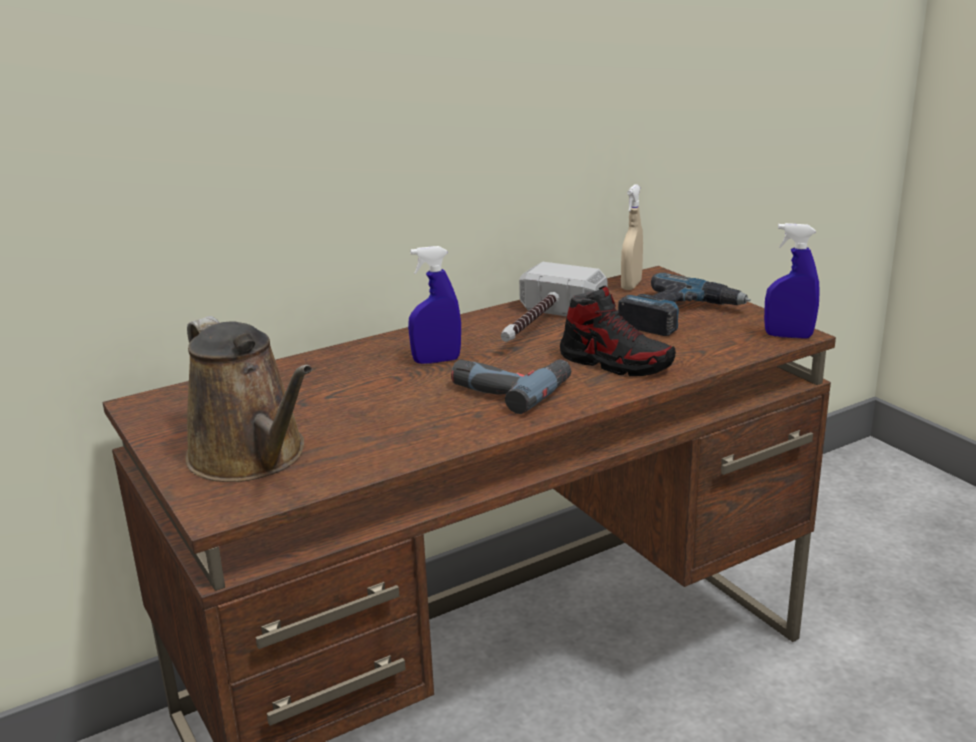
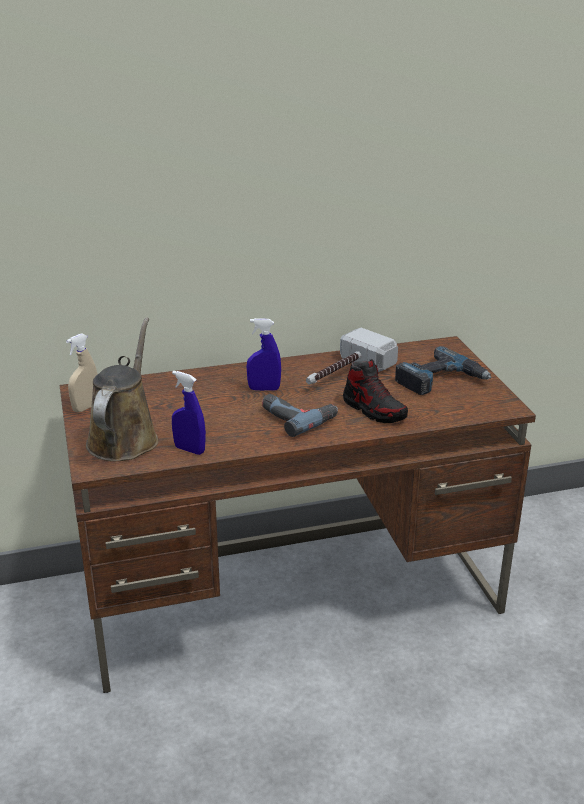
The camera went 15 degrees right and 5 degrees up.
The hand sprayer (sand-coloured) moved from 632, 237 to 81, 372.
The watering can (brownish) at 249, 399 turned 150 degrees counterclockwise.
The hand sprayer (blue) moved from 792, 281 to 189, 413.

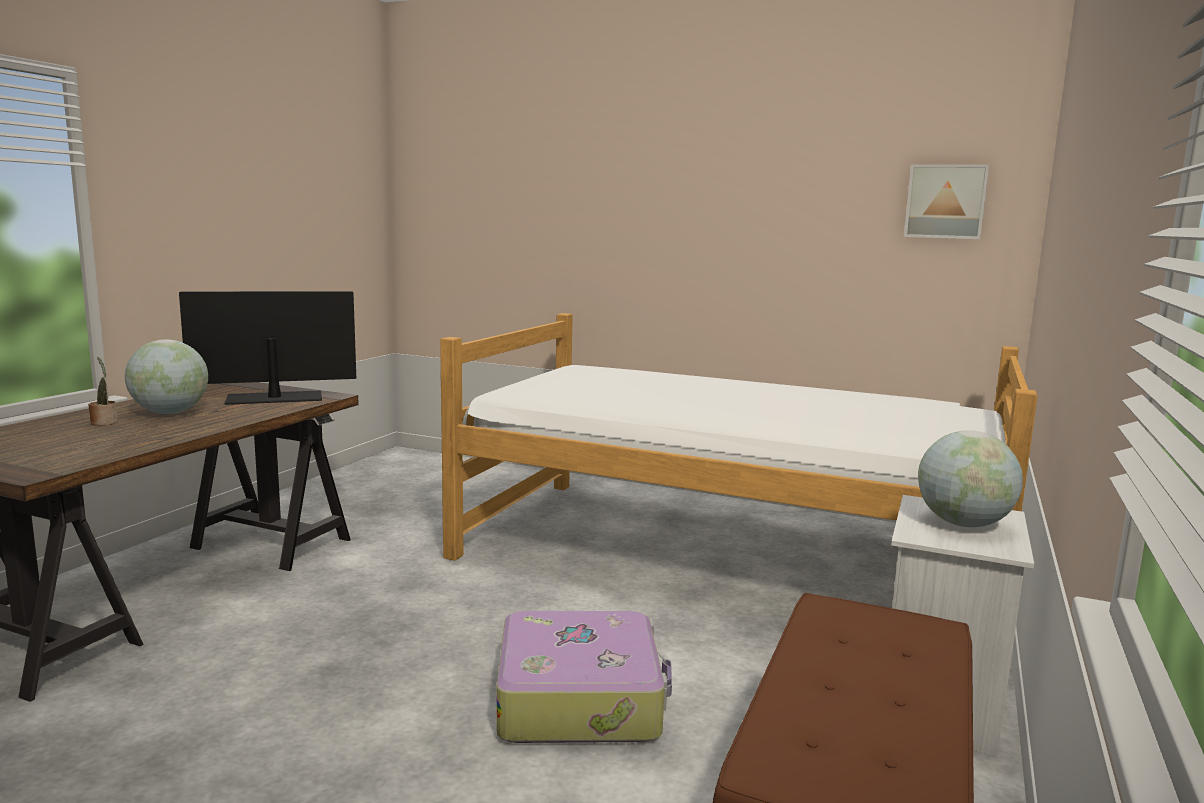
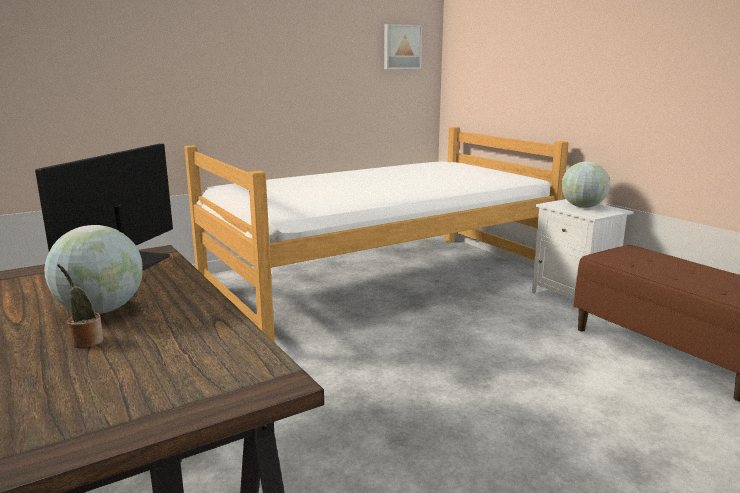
The camera went 55 degrees left and 5 degrees up.
The travel case at 584, 677 disappeared.

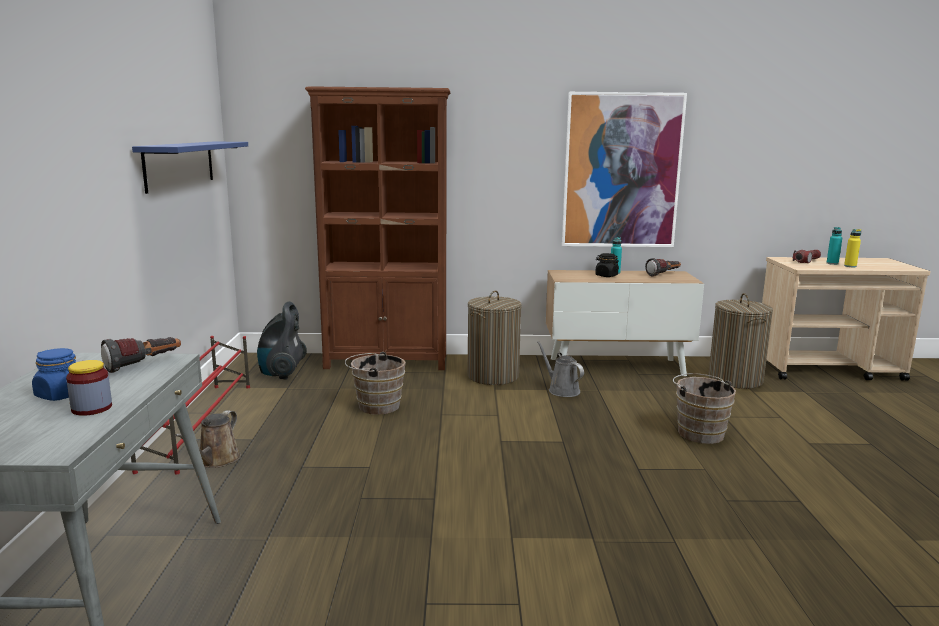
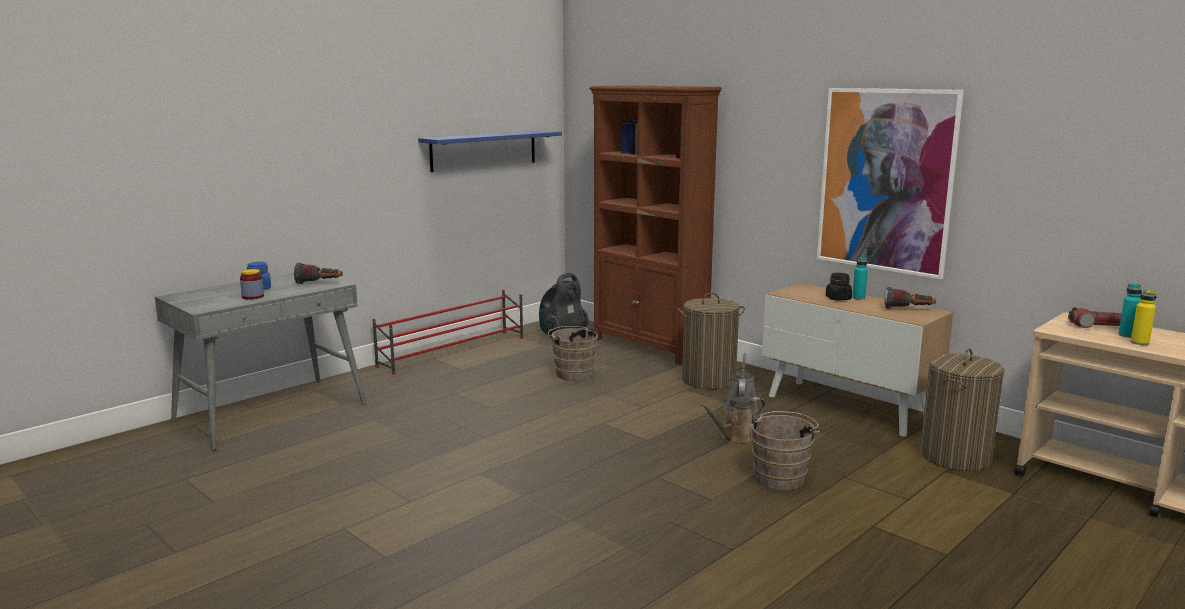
The camera went 45 degrees right and 0 degrees up.
The watering can (brownish) moved from 208, 439 to 732, 421.

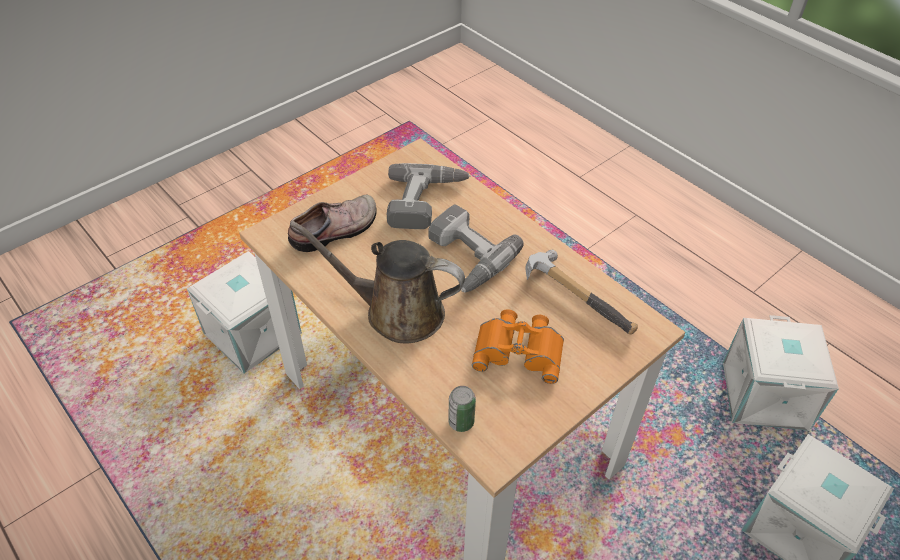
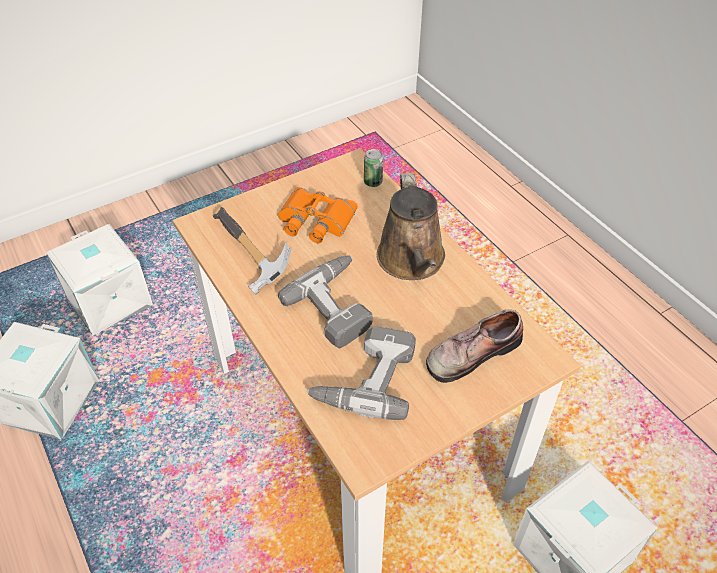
The camera went 170 degrees left and 0 degrees up.
The watering can (brownish) at 377, 282 turned 60 degrees clockwise.

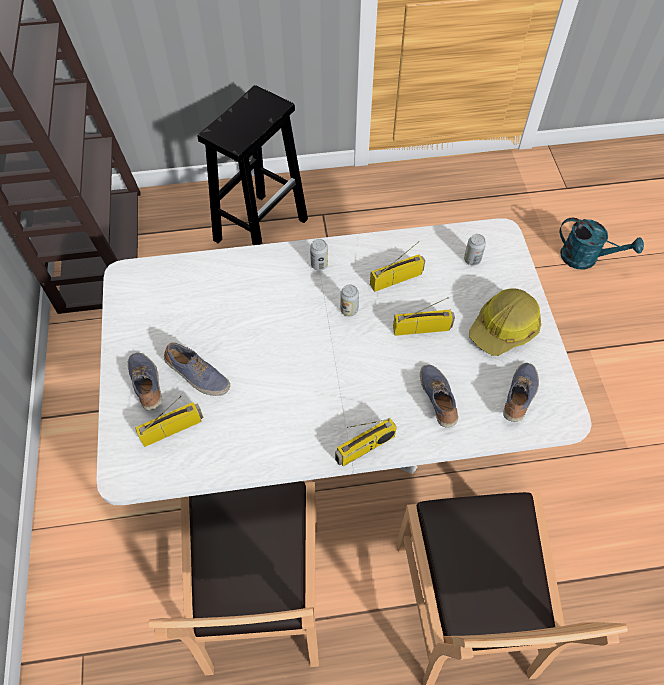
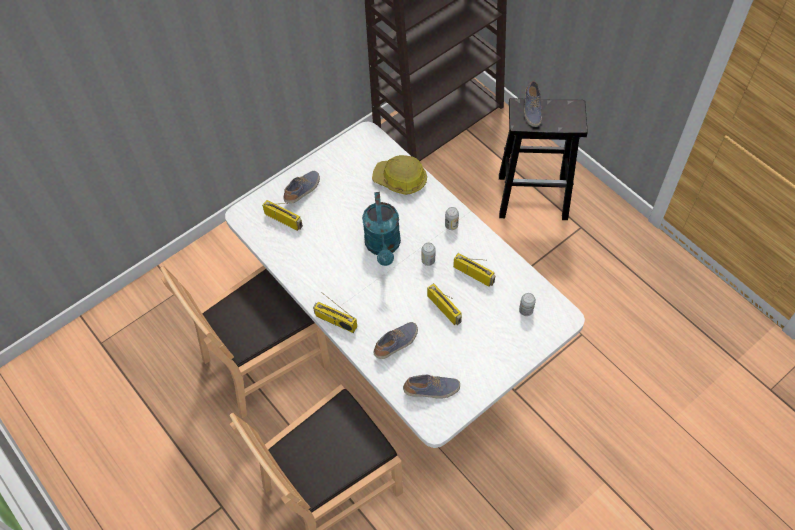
The camera went 60 degrees right and 0 degrees up.
The watering can (blue-green) moved from 602, 244 to 381, 229.
The safety helmet moved from 505, 322 to 399, 175.
The shoe moved from 197, 369 to 533, 104.

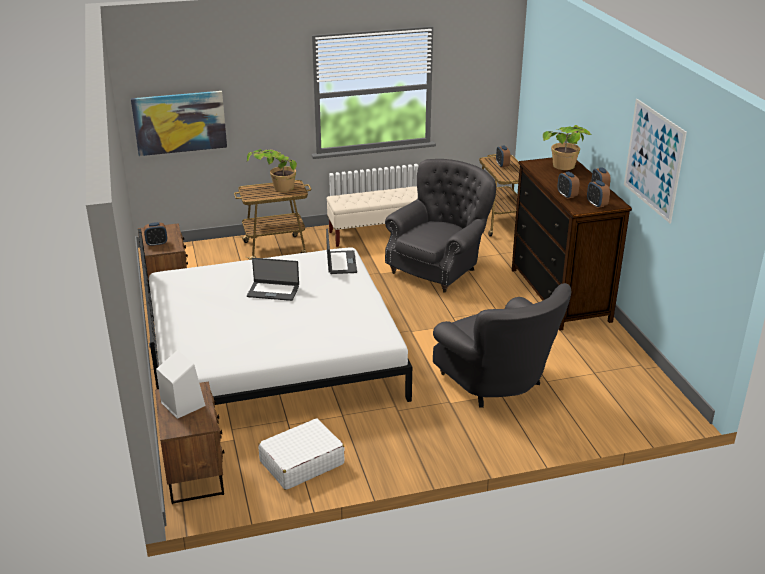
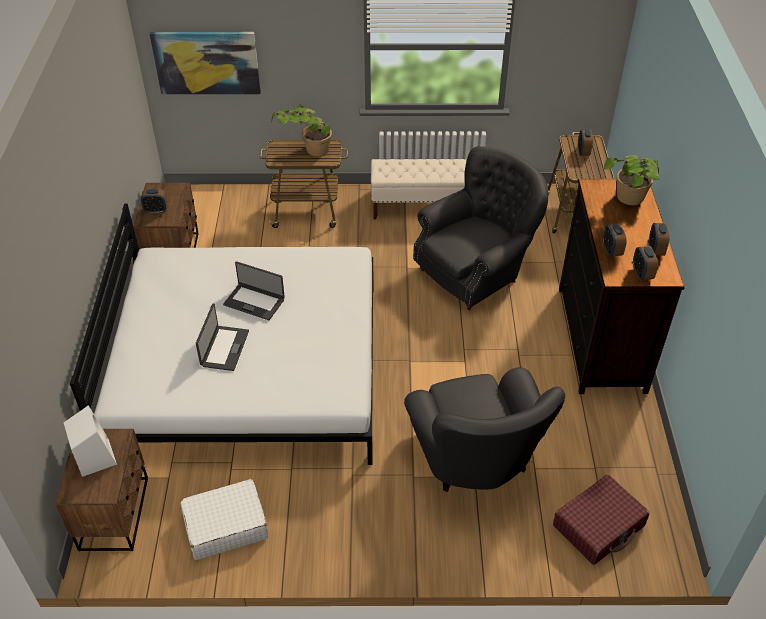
The camera went 15 degrees right and 15 degrees up.
The portable computer moved from 341, 251 to 222, 337.
The travel case (reddish) at 601, 519 appeared.
The picture at 655, 161 disappeared.

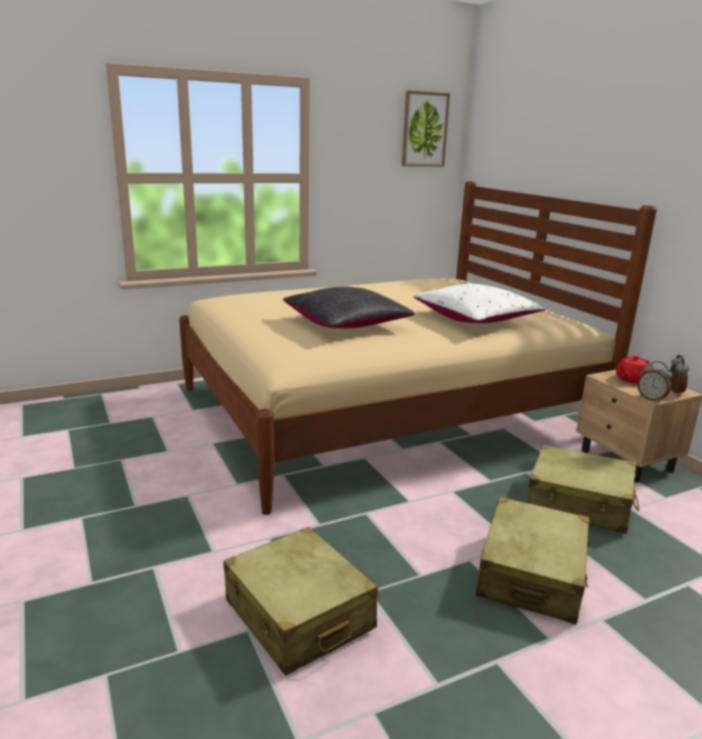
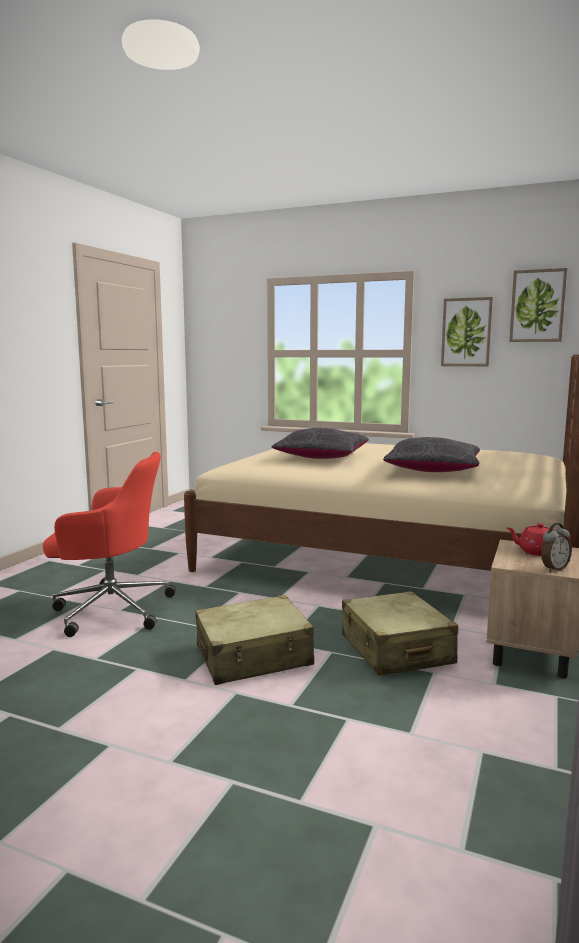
The camera went 50 degrees right and 10 degrees down.
The travel case (sand-coloured) at 300, 601 was replaced by the desk chair (reddish) at 109, 544.
The pillow (white-coloured) at 479, 303 became the pillow (blackish) at 431, 454.
The picture at 467, 331 appeared.
The alarm clock at 654, 382 disappeared.

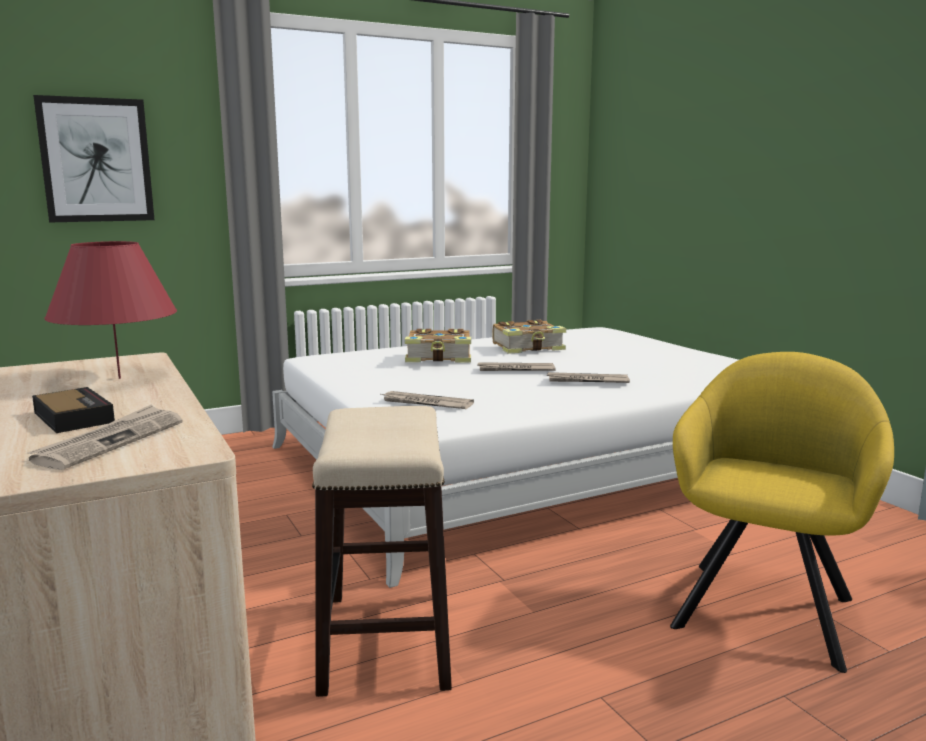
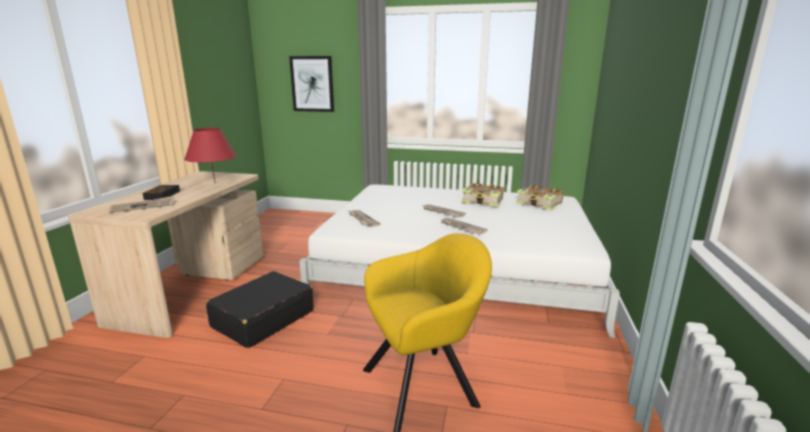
The camera went 40 degrees right and 5 degrees up.
The sitting stool at 382, 551 was replaced by the travel case (blackish) at 259, 309.
The book moved from 438, 345 to 540, 197.

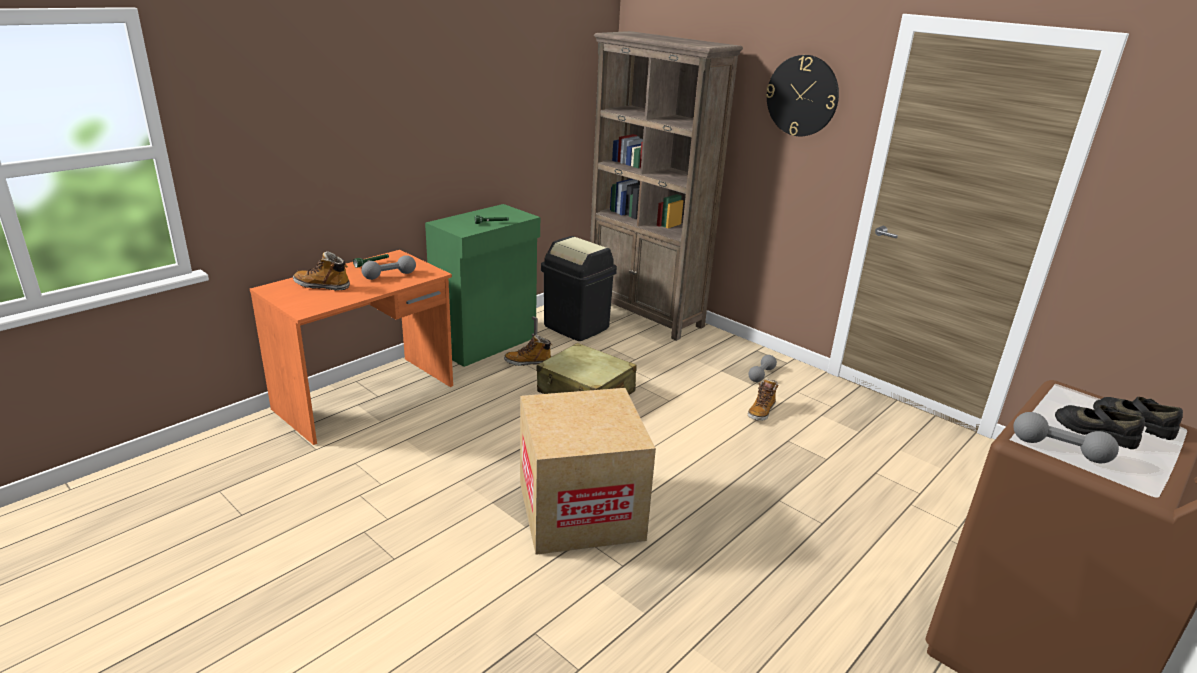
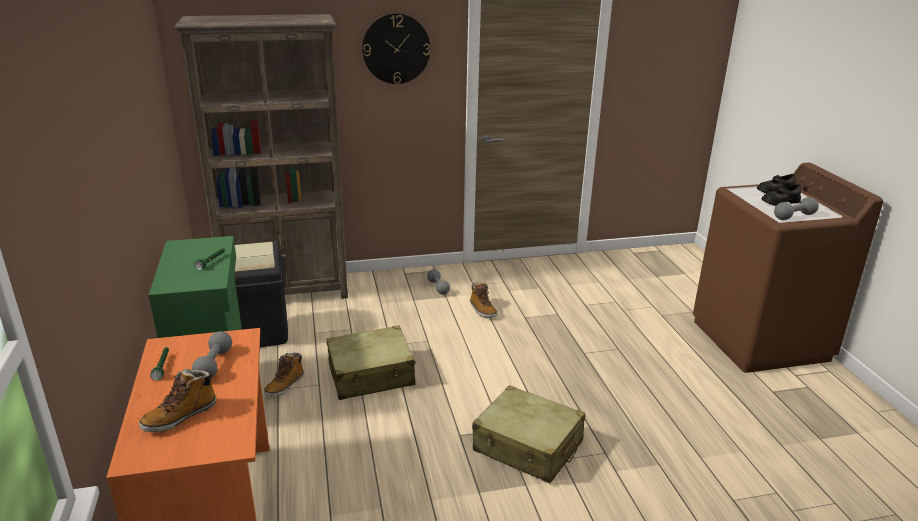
The camera went 55 degrees left and 0 degrees up.
The packing box at 588, 471 was replaced by the travel case (sand-coloured) at 528, 434.

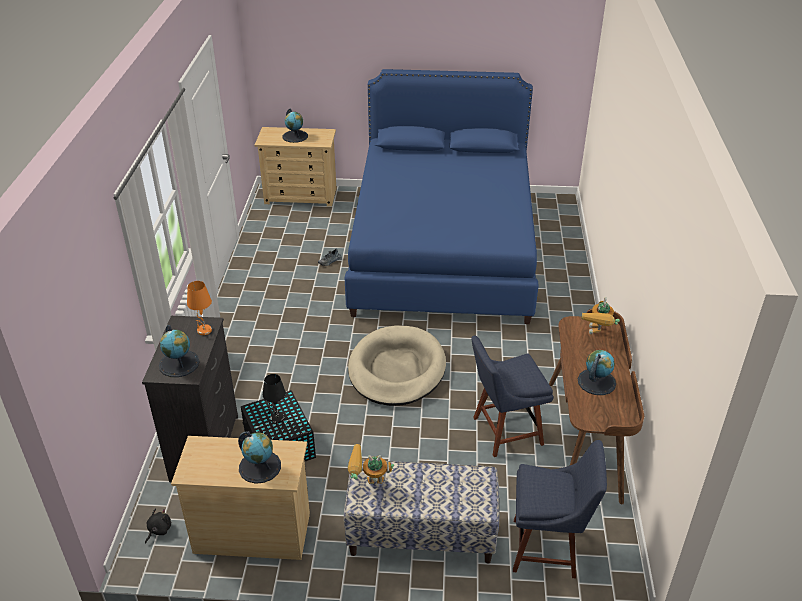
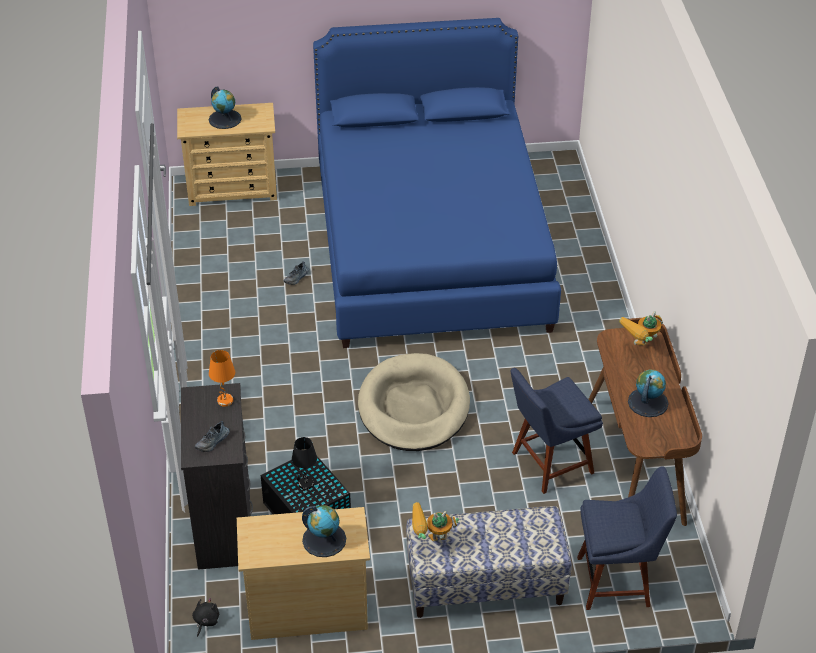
The camera went 10 degrees left and 5 degrees up.
The desk globe at 179, 351 was replaced by the shoe at 212, 436.
The toy robot at 600, 315 turned 45 degrees clockwise.

